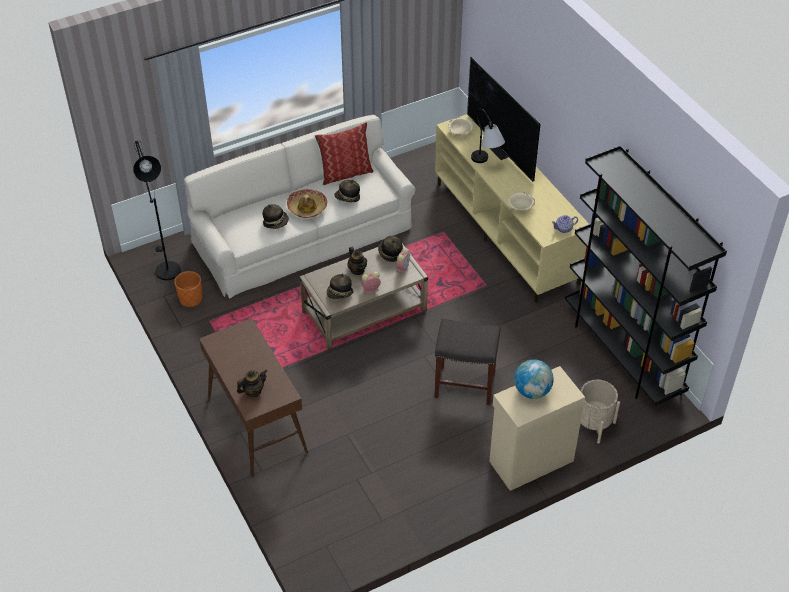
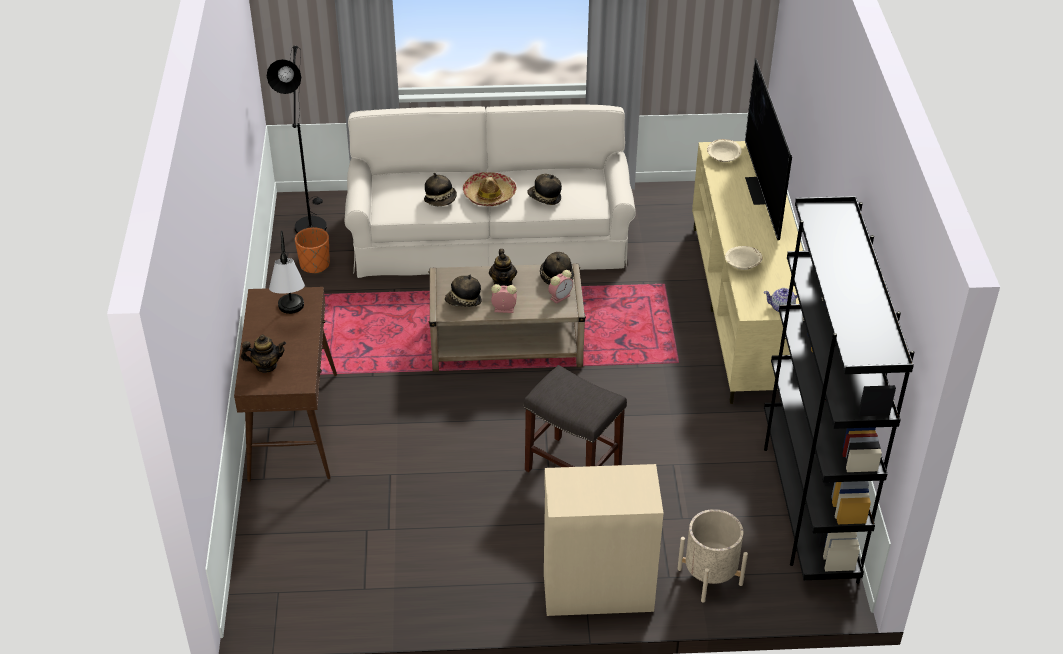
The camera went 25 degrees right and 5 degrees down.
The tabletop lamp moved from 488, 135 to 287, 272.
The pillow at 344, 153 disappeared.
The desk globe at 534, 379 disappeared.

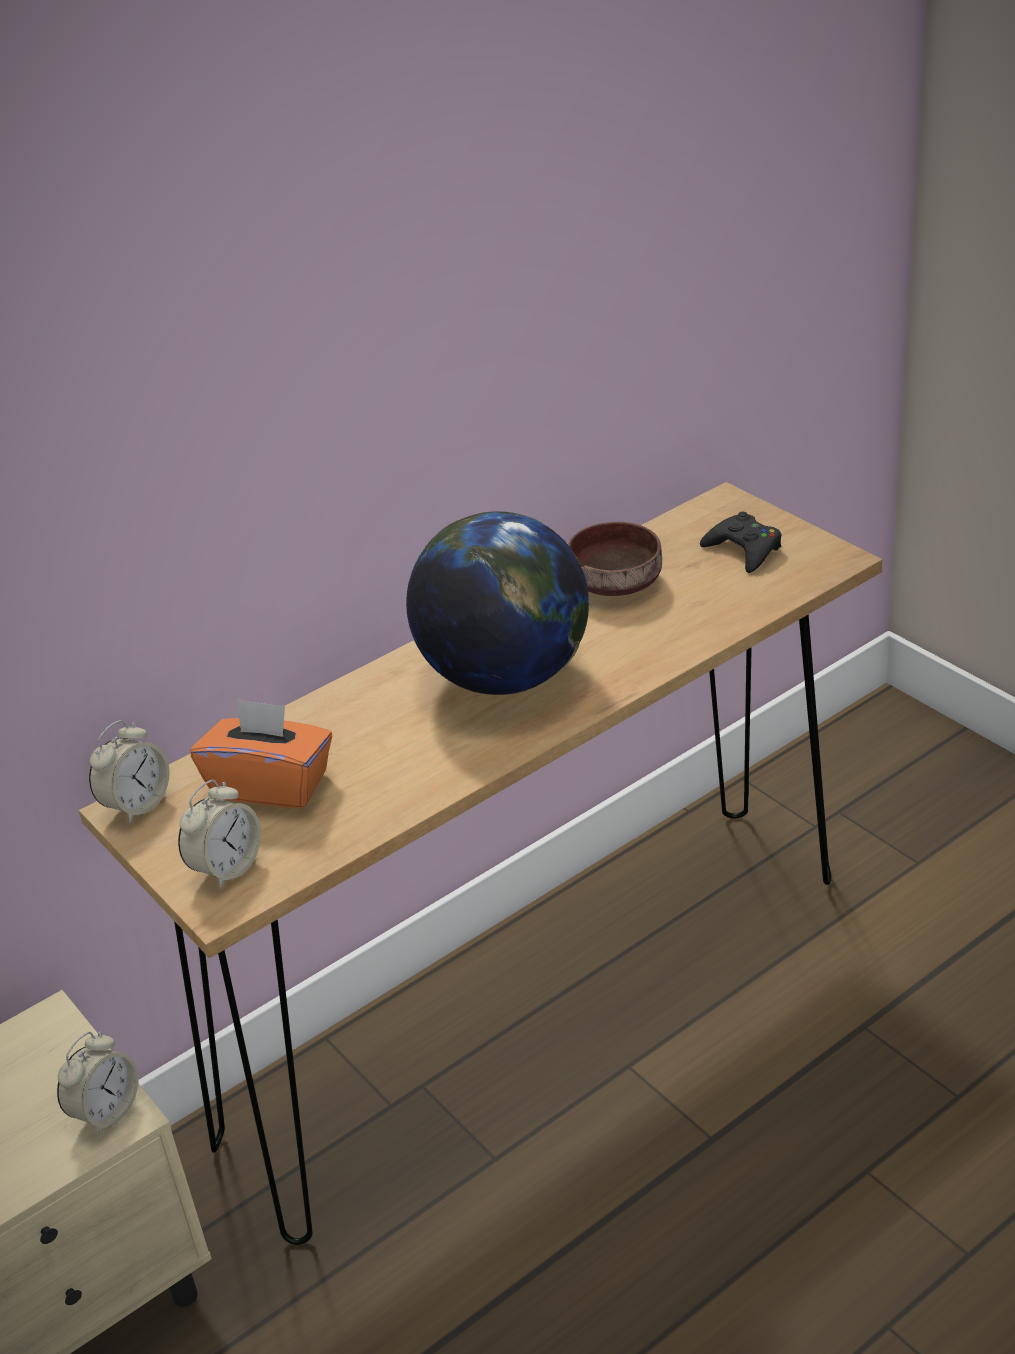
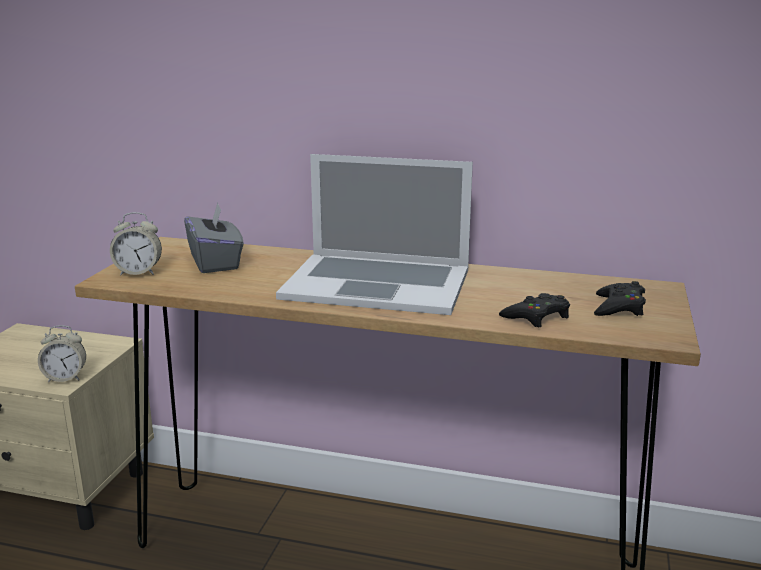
The camera went 50 degrees right and 15 degrees down.
The tissue holder (orangey) at 261, 753 became the tissue holder (greyish) at 214, 238.
The desk globe at 497, 603 was replaced by the portable computer at 374, 234.
The joypad (blackish) at 534, 310 appeared.
The alarm clock at 129, 772 disappeared.
The bowl (brownish) at 615, 559 disappeared.

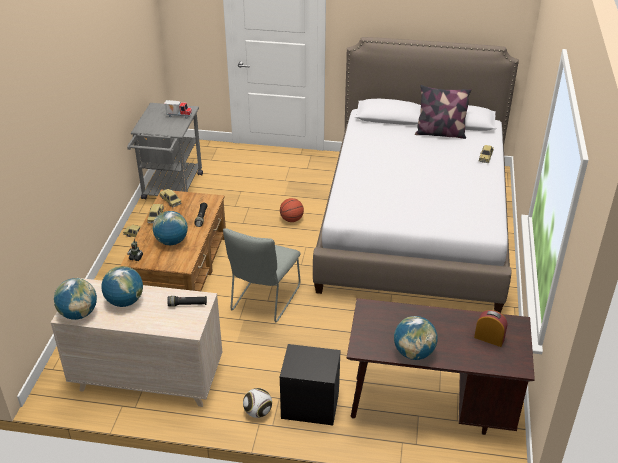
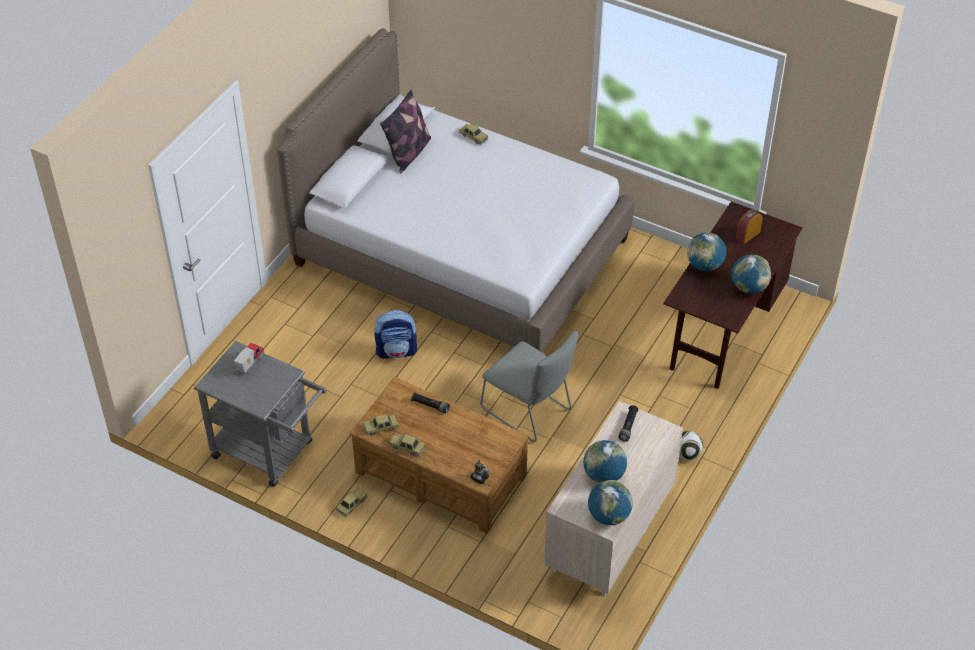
The camera went 70 degrees left and 10 degrees up.
The basketball ball at 292, 210 was replaced by the knapsack at 395, 334.
The desk globe moved from 170, 228 to 706, 251.
The night table (blackish) at 310, 384 disappeared.

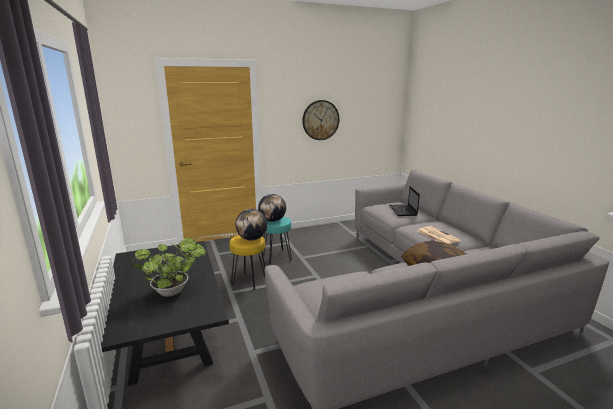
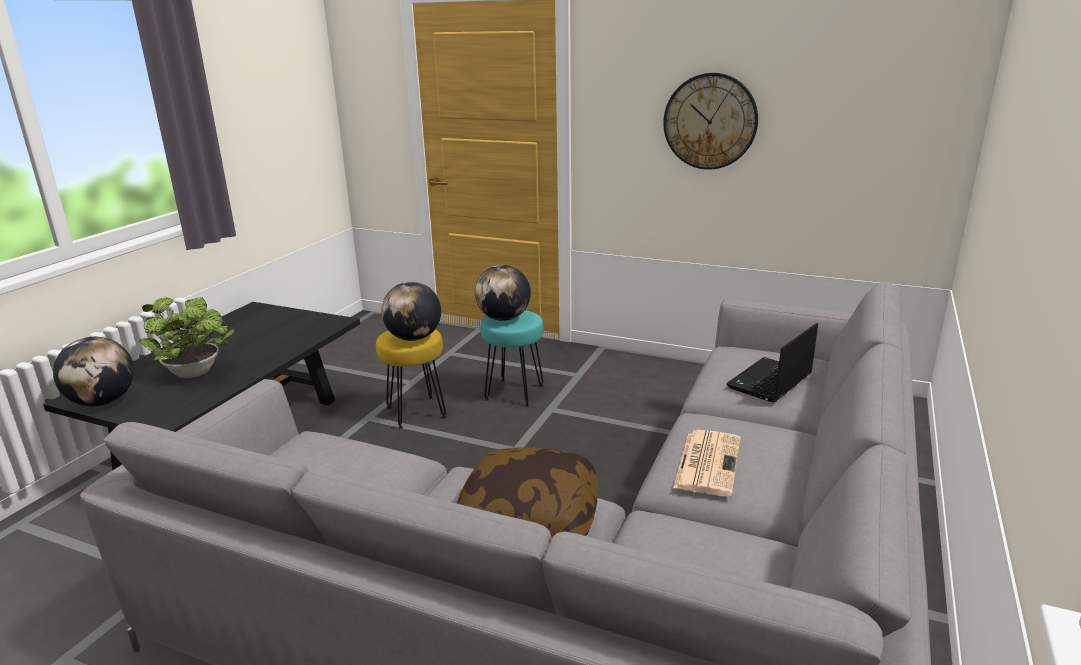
The camera went 45 degrees right and 5 degrees up.
The desk globe at 93, 371 appeared.

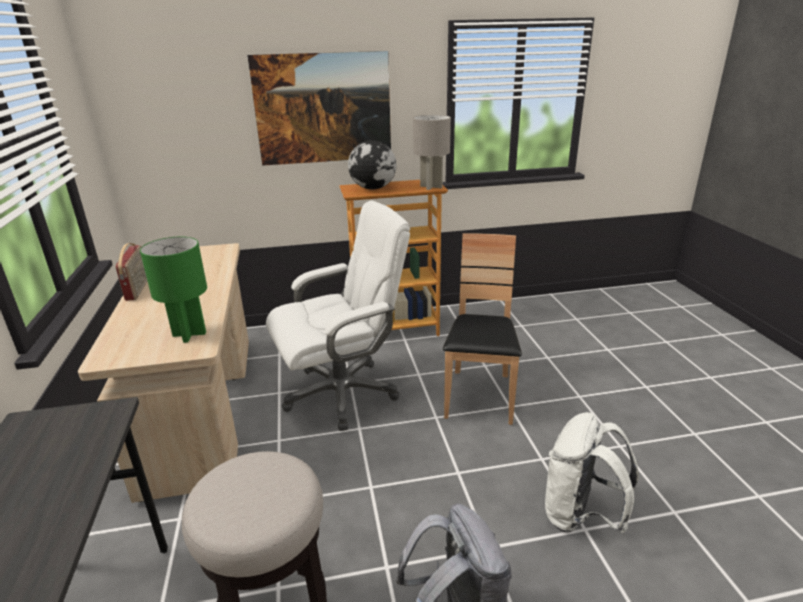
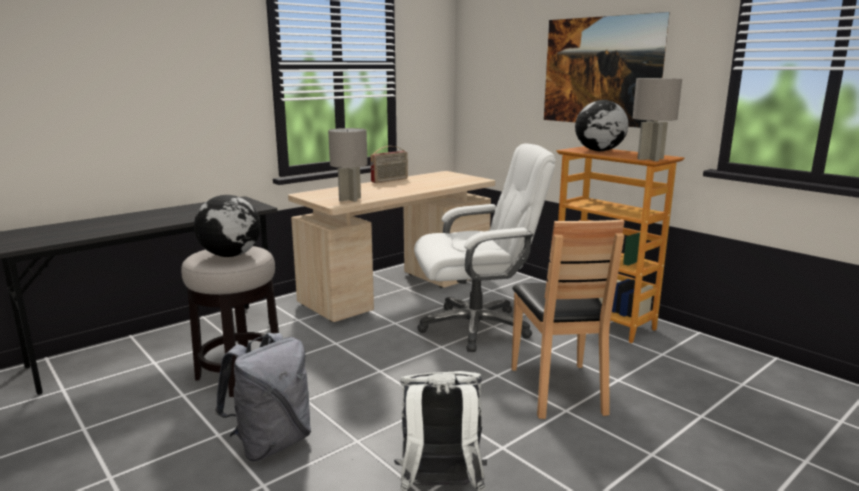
The camera went 60 degrees right and 10 degrees down.
The desk globe at 227, 226 appeared.
The tabletop lamp (greenish) at 173, 290 became the tabletop lamp (greyish) at 348, 165.
The desk chair (white-coloured) at 338, 316 turned 45 degrees counterclockwise.
The upright chair (brownish) at 482, 329 turned 105 degrees clockwise.

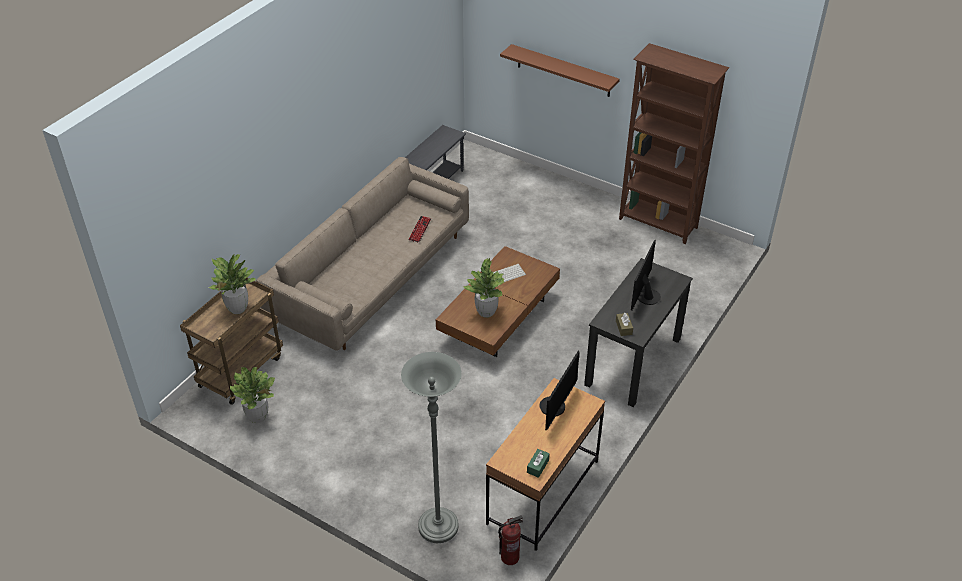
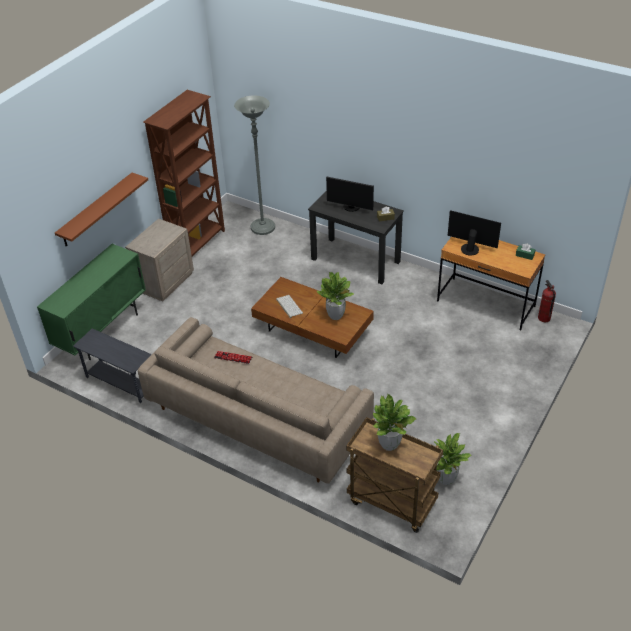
The camera went 90 degrees left and 0 degrees up.
The cupboard (greenish) at 91, 302 appeared.
The night table (sand-coloured) at 159, 260 appeared.
The standing lamp (greyish) moved from 431, 447 to 254, 165.

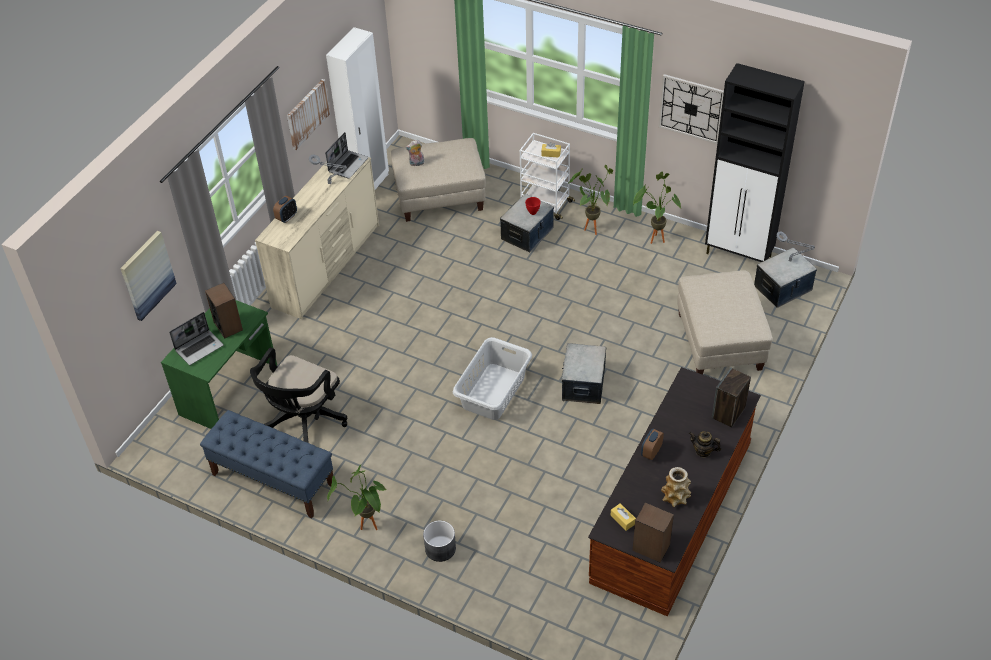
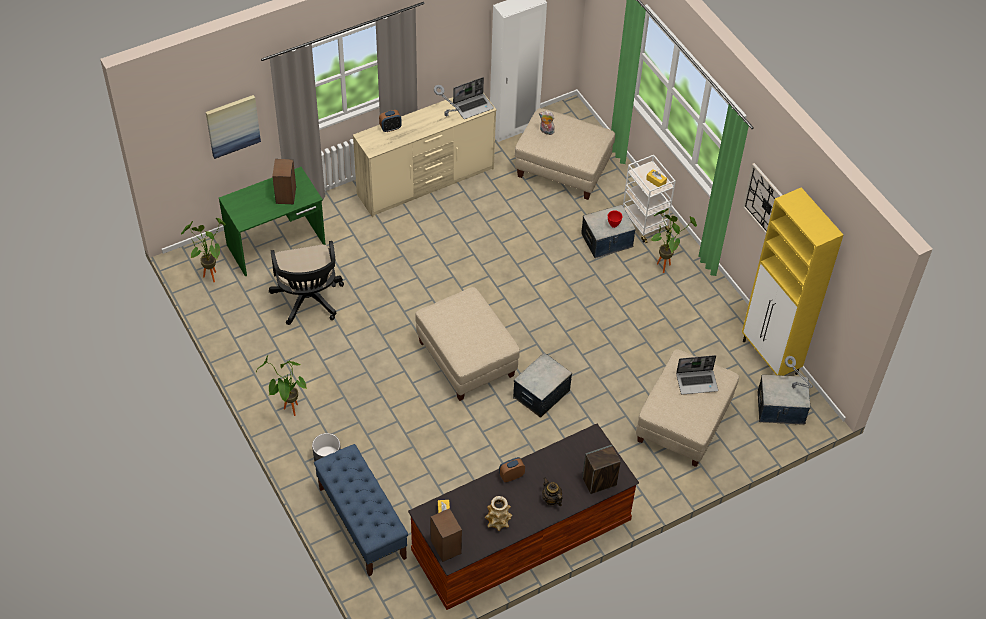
The camera went 30 degrees right and 5 degrees up.
The potted plant moved from 657, 208 to 203, 250.
The desk chair (blackish) at 298, 395 turned 75 degrees counterclockwise.
The indoor bench (blue) moved from 266, 464 to 361, 510.
The washing basket (greyish) at 492, 378 was replaced by the ottoman (sand-coloured) at 467, 344.
The portable computer moved from 196, 338 to 697, 375.
The cupboard (blackish) at 755, 162 became the cupboard (yellowish) at 792, 281.
The picture at 308, 114 disappeared.

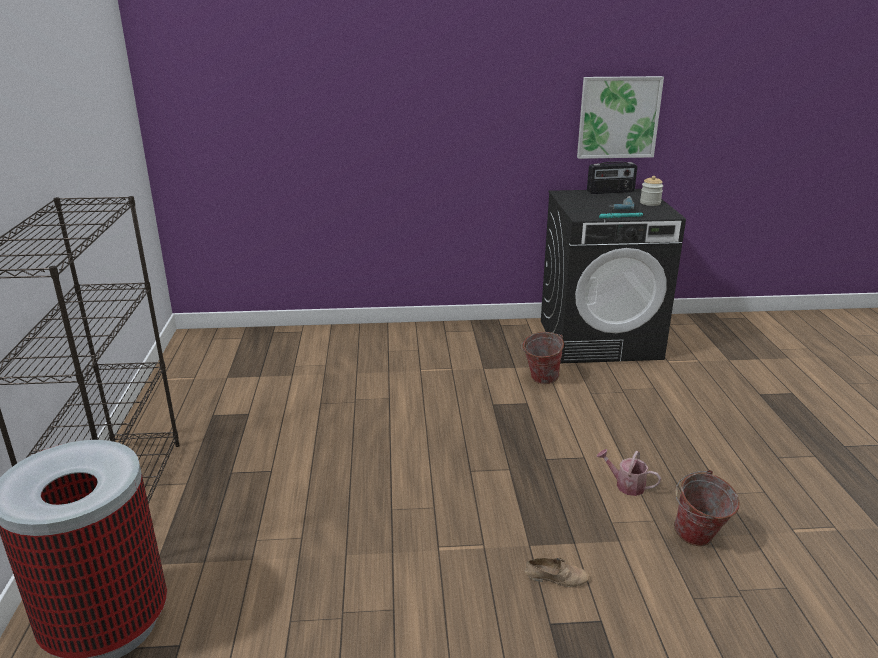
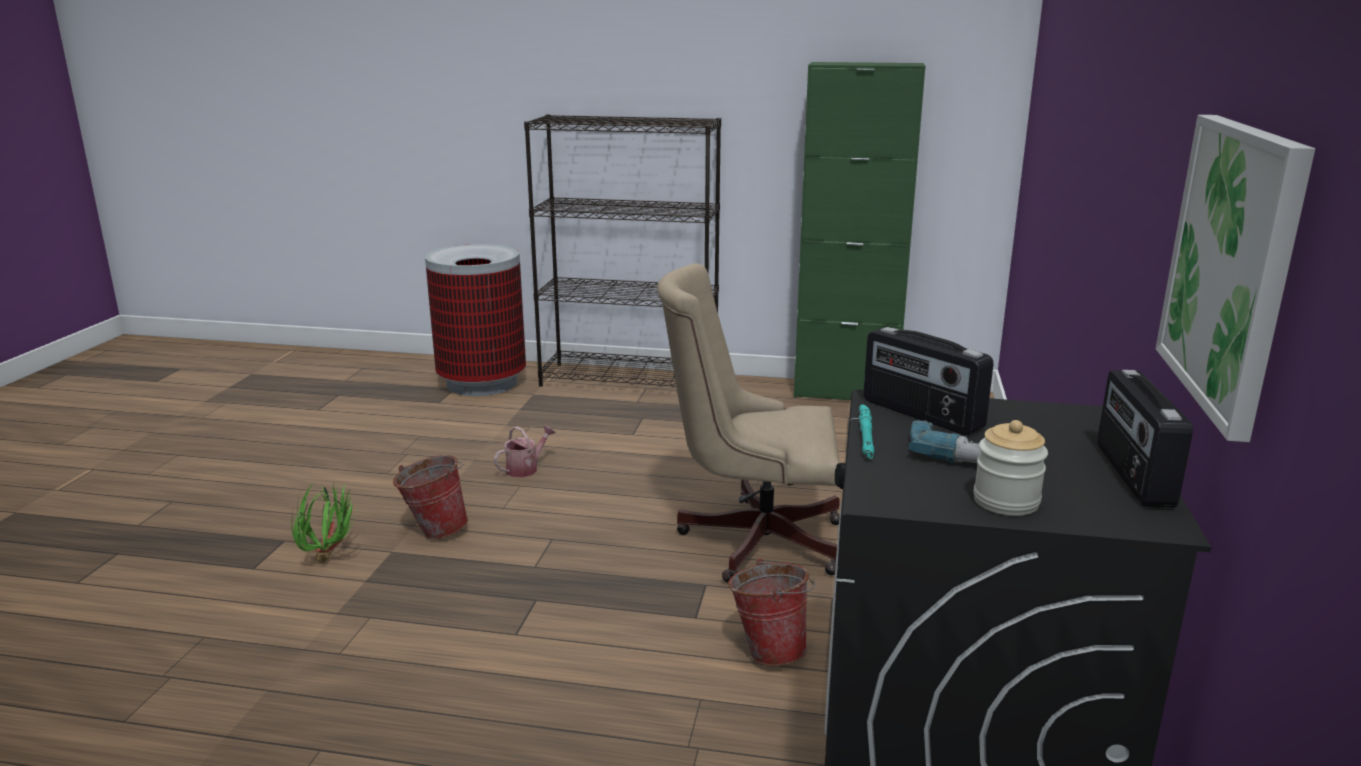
The camera went 105 degrees right and 5 degrees down.
The shoe (sand-coloured) at 557, 572 was replaced by the potted plant at 325, 523.
The pail moved from 707, 508 to 430, 497.
The watering can moved from 629, 472 to 525, 451.
The desk chair (sand-coloured) at 748, 422 appeared.
The cupboard (greenish) at 859, 231 appeared.
The radio at 928, 381 appeared.

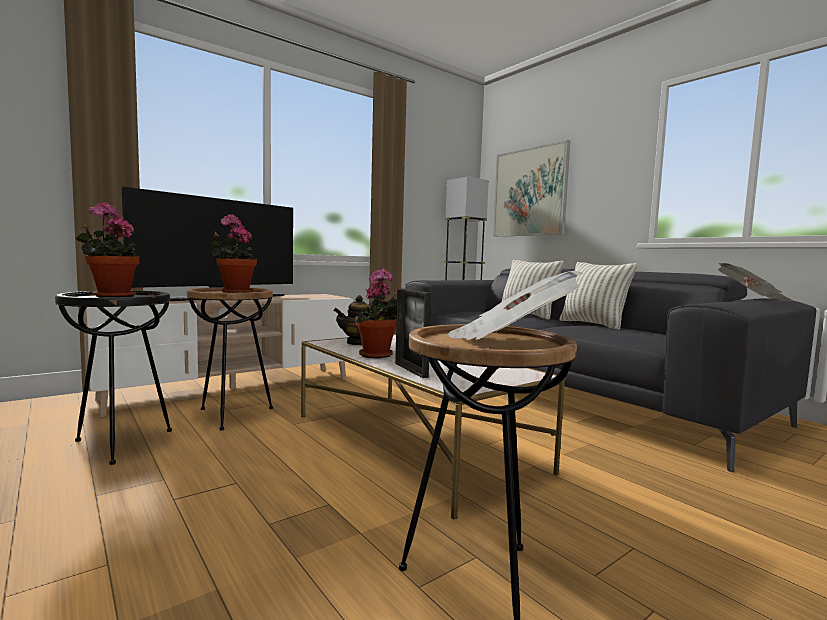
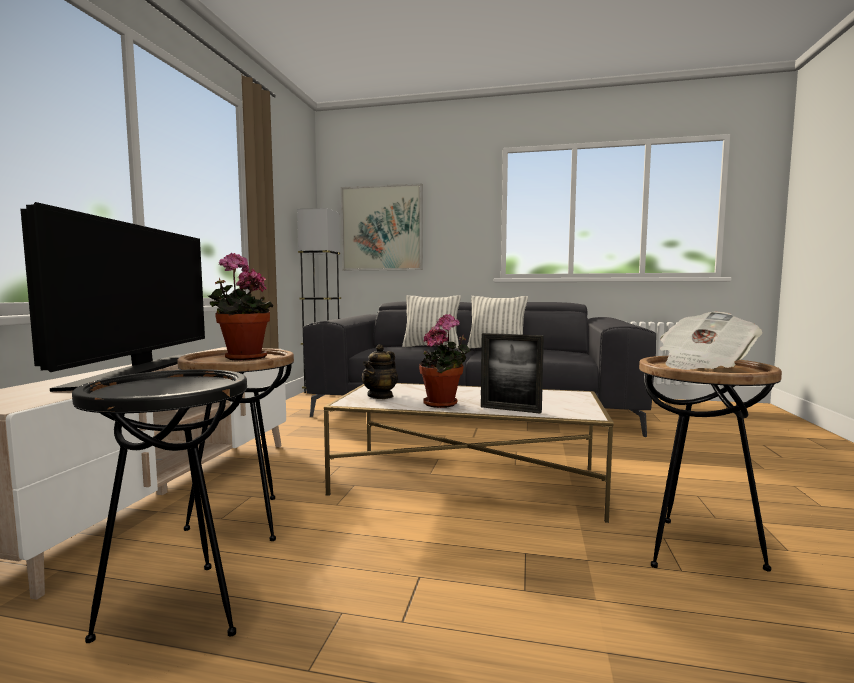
The camera went 40 degrees left and 0 degrees up.
The potted plant at 107, 250 disappeared.
The newspaper at 755, 282 disappeared.

